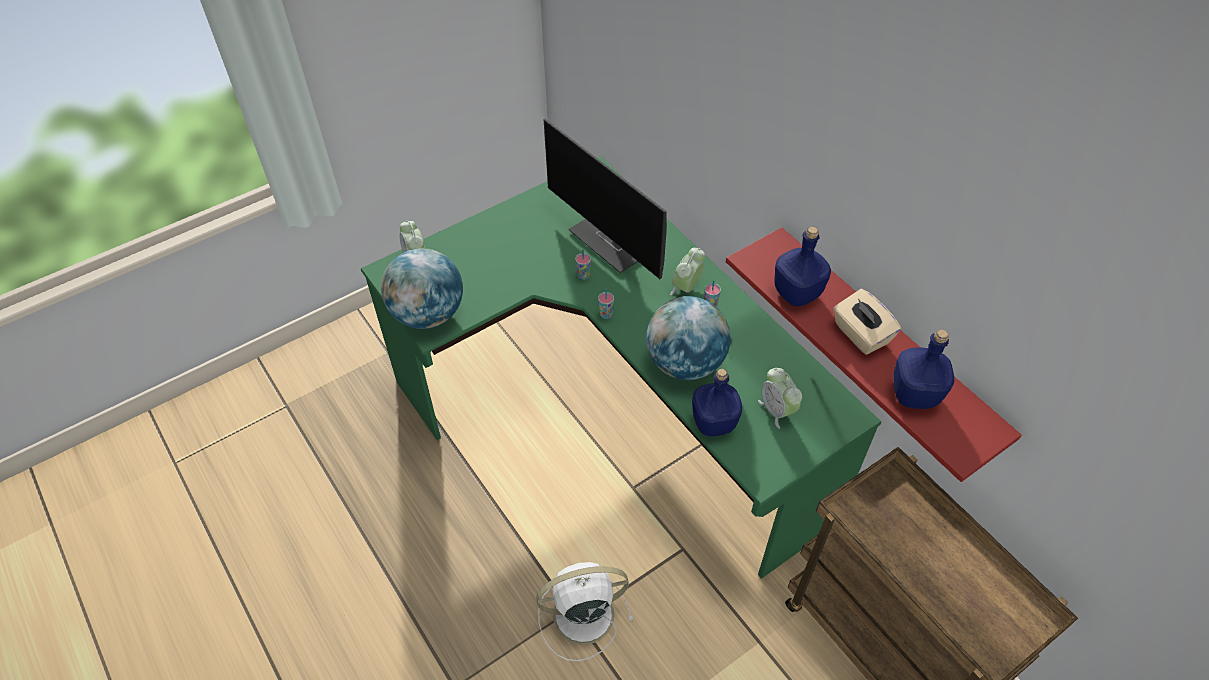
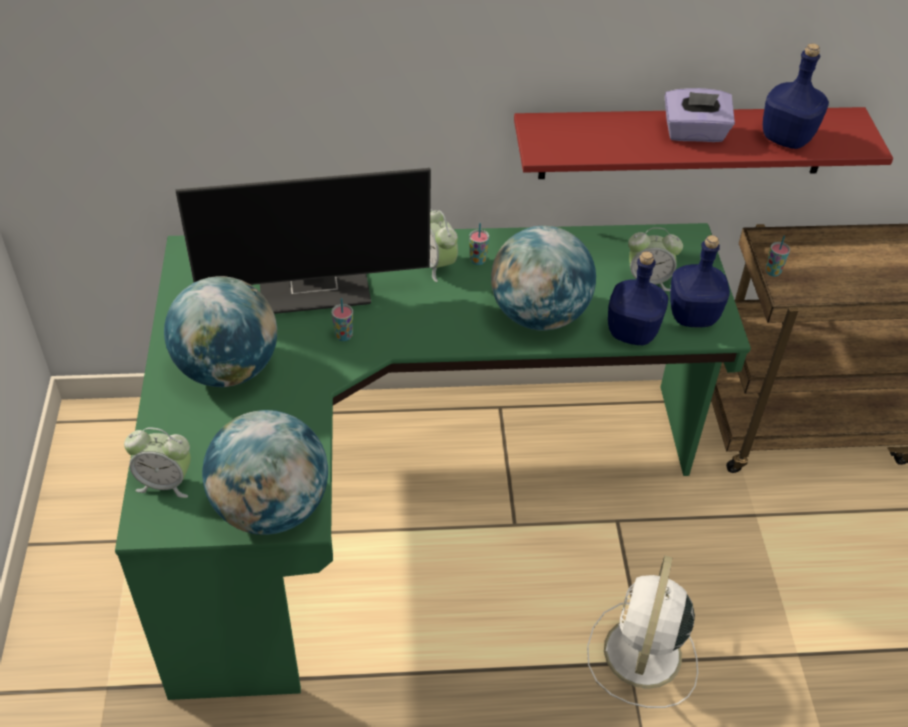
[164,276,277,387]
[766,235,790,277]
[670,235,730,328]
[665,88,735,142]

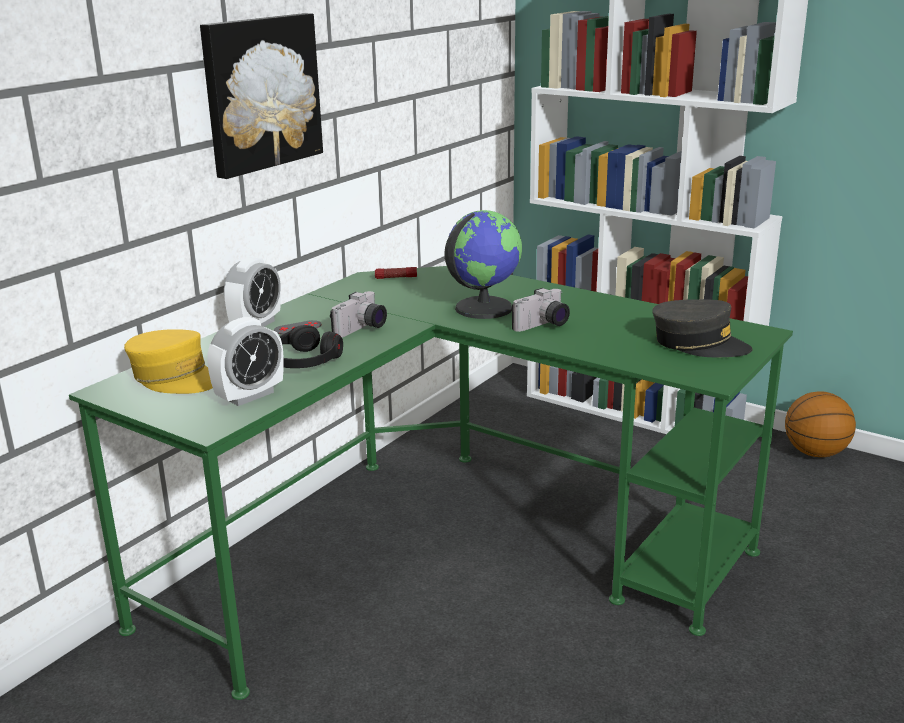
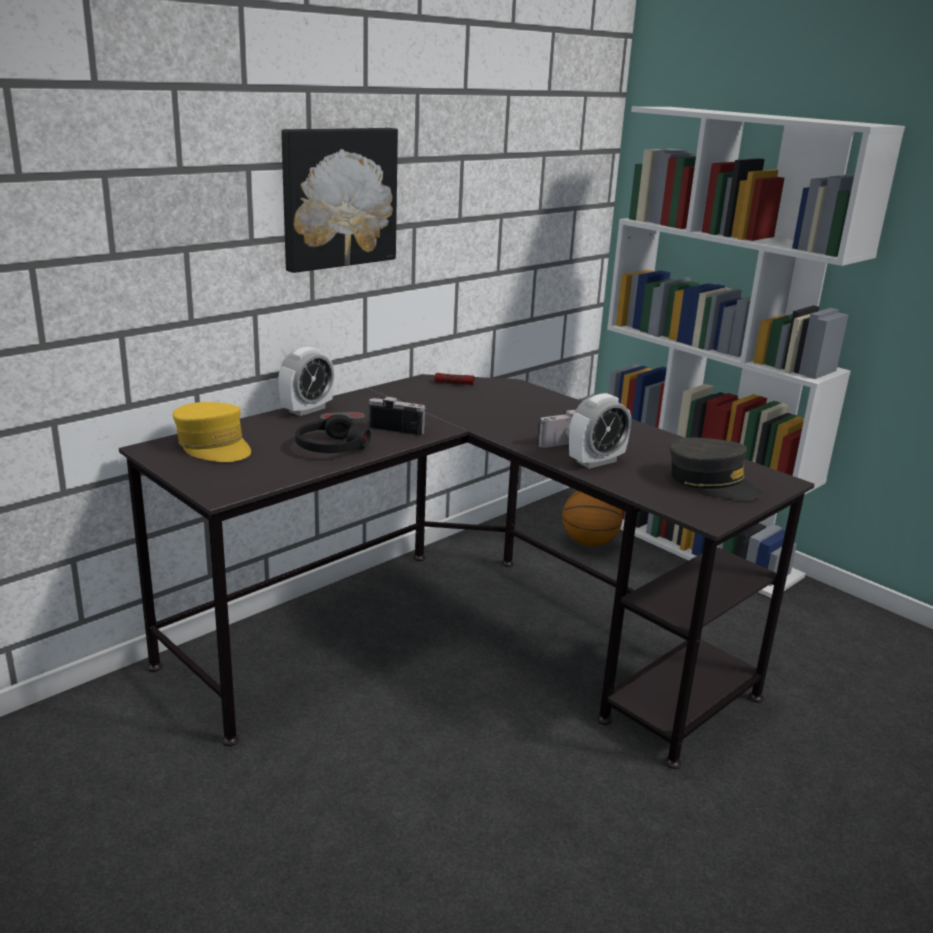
[444,210,522,319] (first image)
[569,393,631,469]
[562,491,623,547]
[119,374,815,769]
[369,397,426,435]

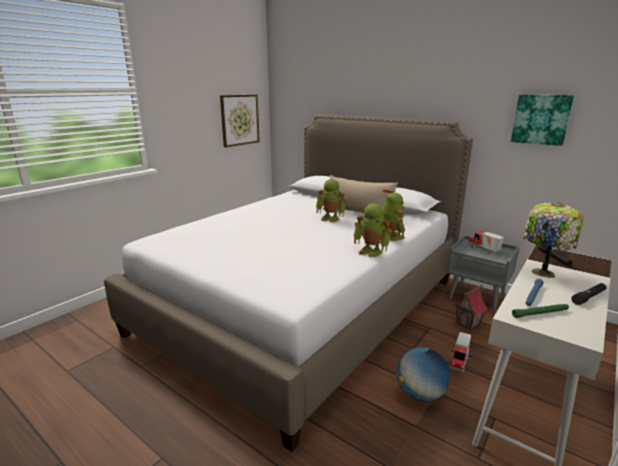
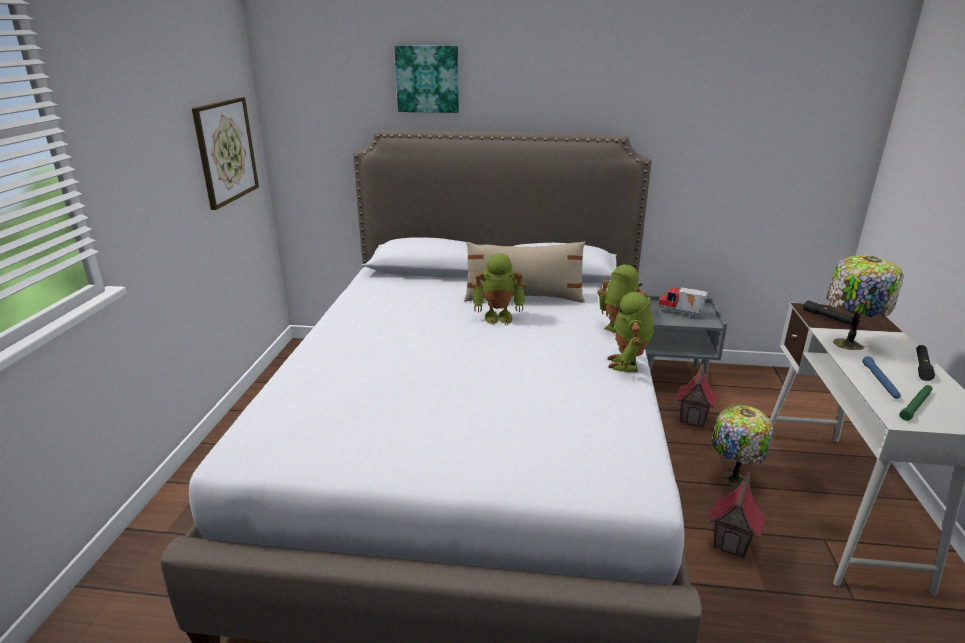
[394,45,459,113]
[709,472,766,558]
[711,405,774,487]
[607,292,654,372]

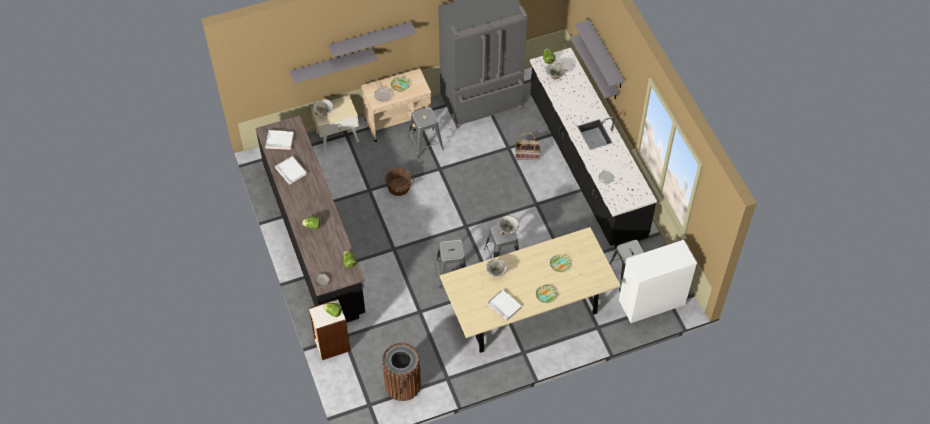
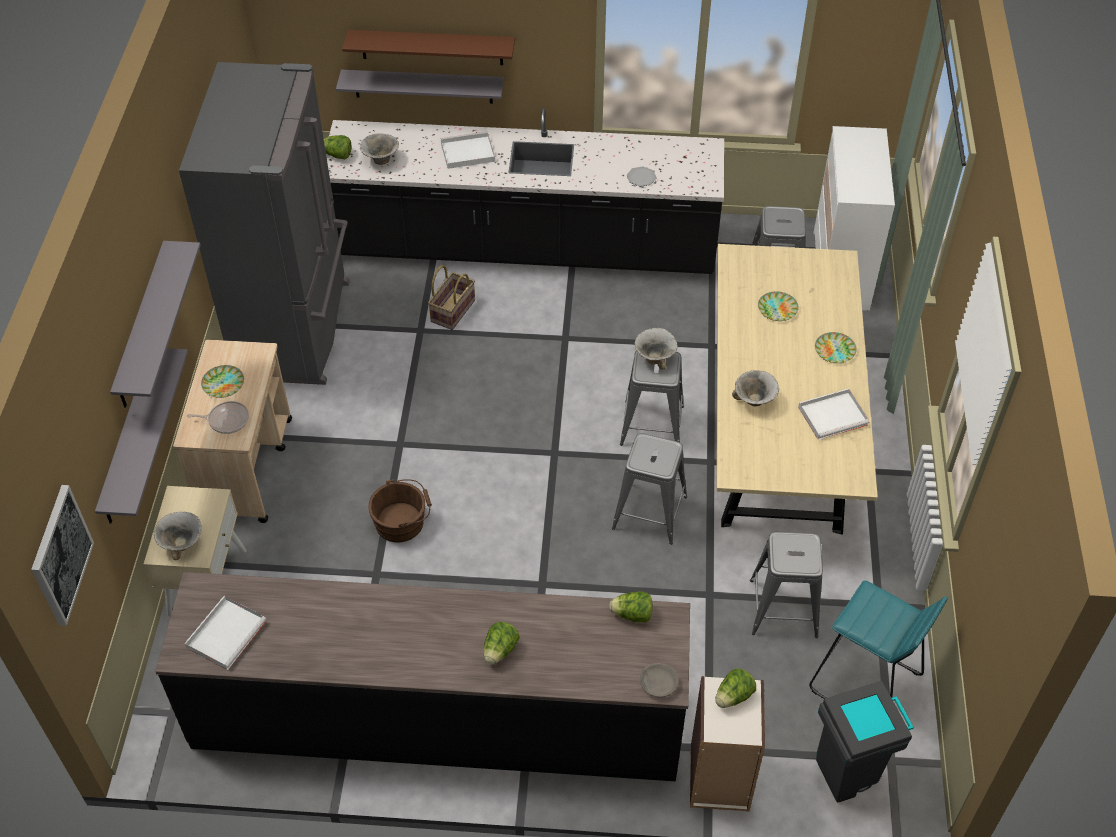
[31,485,94,626]
[816,681,914,802]
[441,132,495,169]
[750,532,823,638]
[809,581,948,699]
[342,30,515,65]

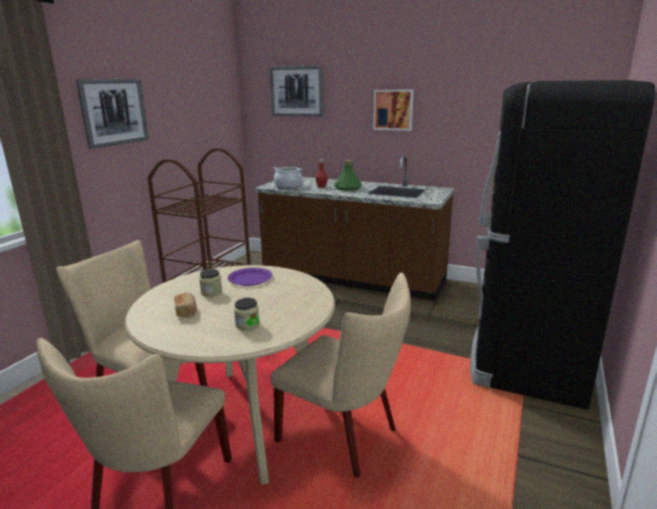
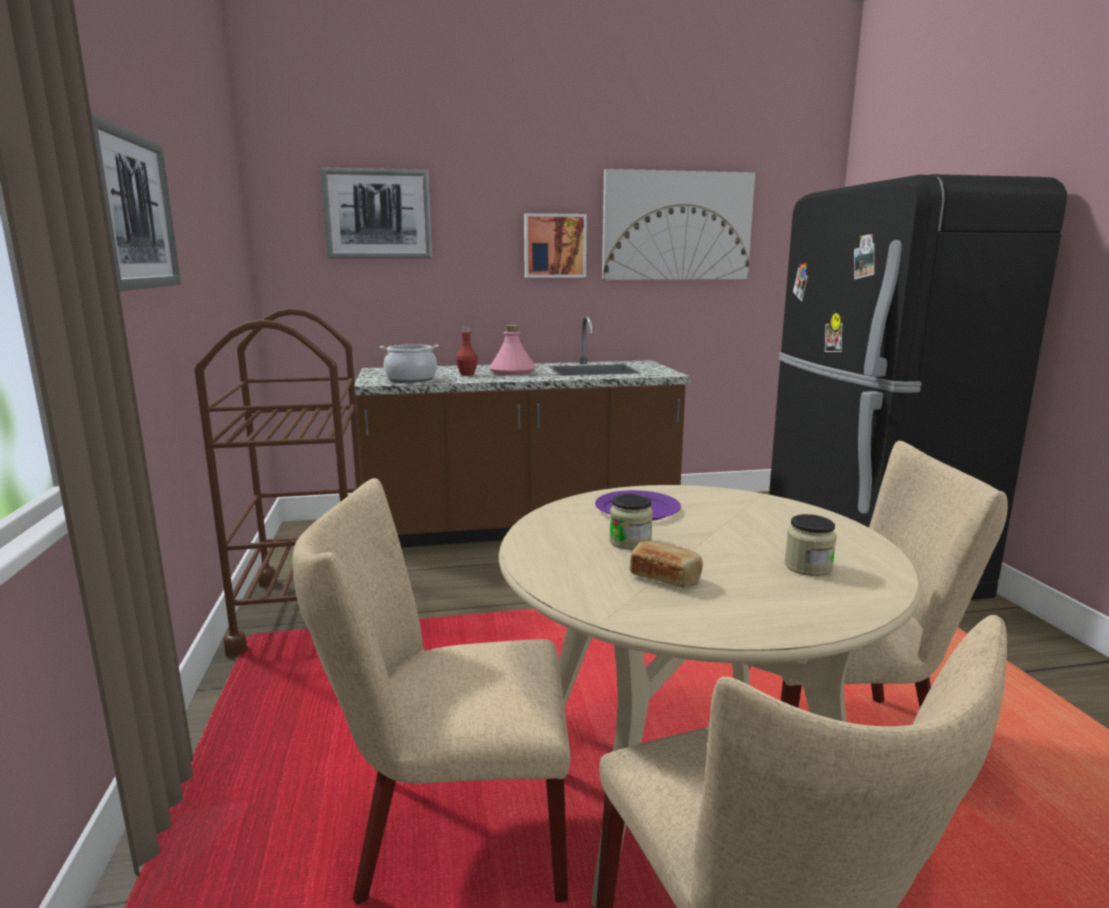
[602,169,755,280]
[489,325,536,375]

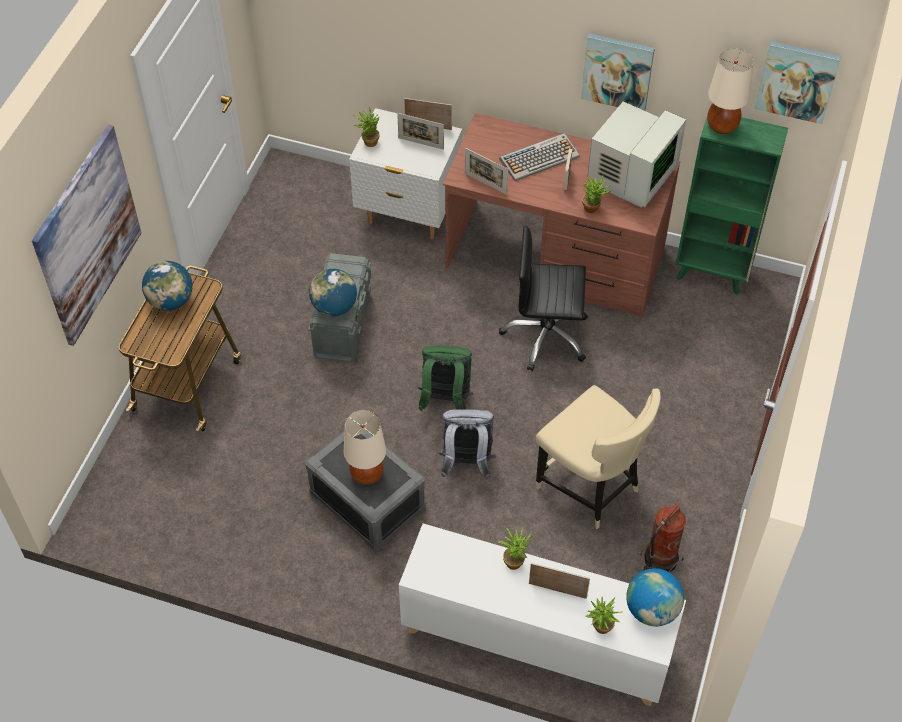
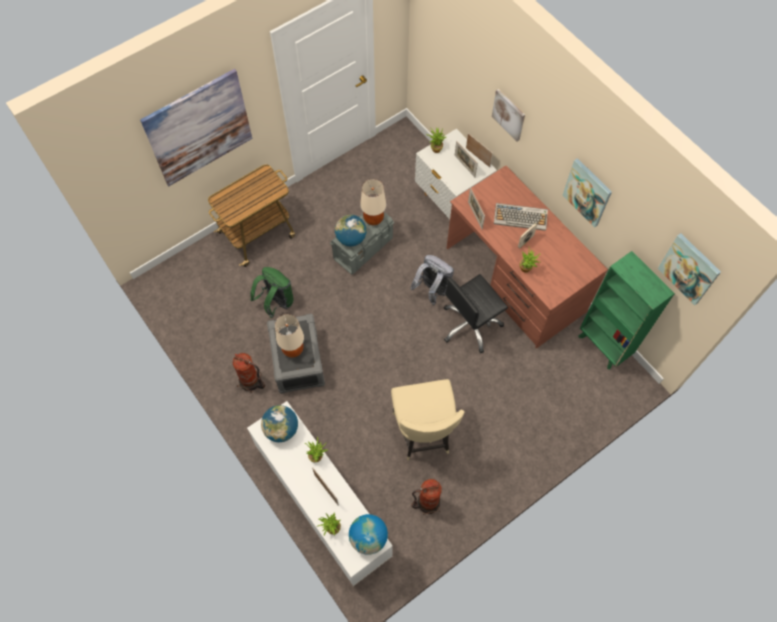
[588,101,686,208] (first image)
[232,353,265,393]
[492,89,525,142]
[261,405,298,442]
[250,267,293,318]
[410,255,454,305]
[360,179,386,225]
[444,274,508,353]

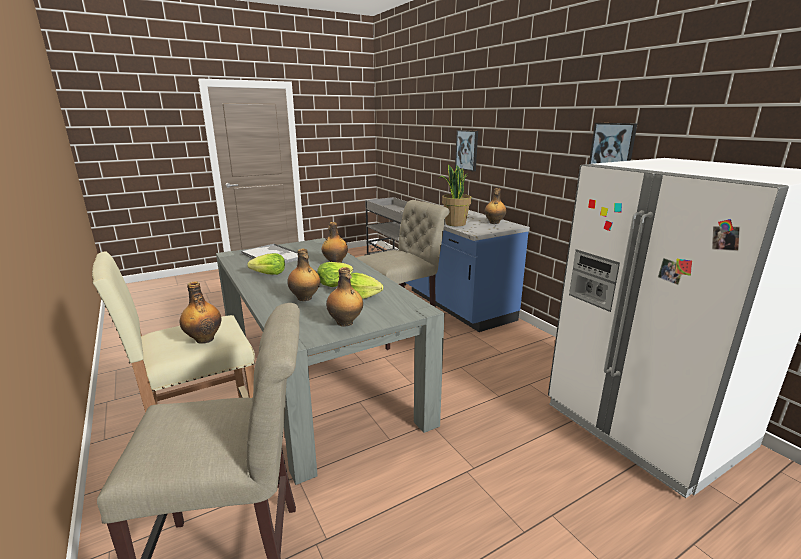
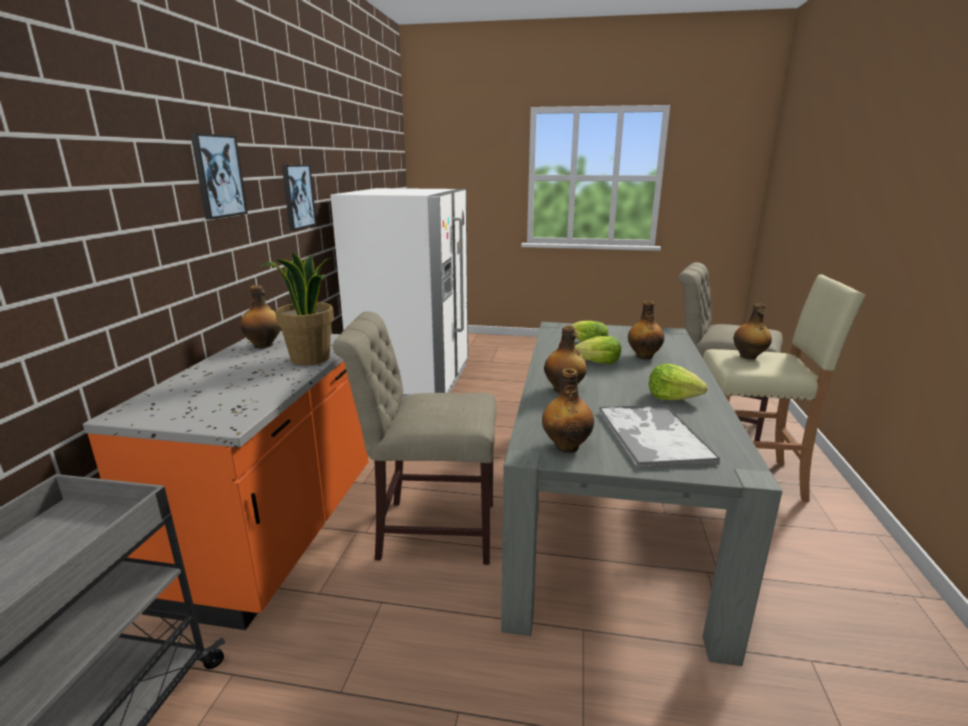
[542,368,594,453]
[190,133,248,220]
[83,331,368,630]

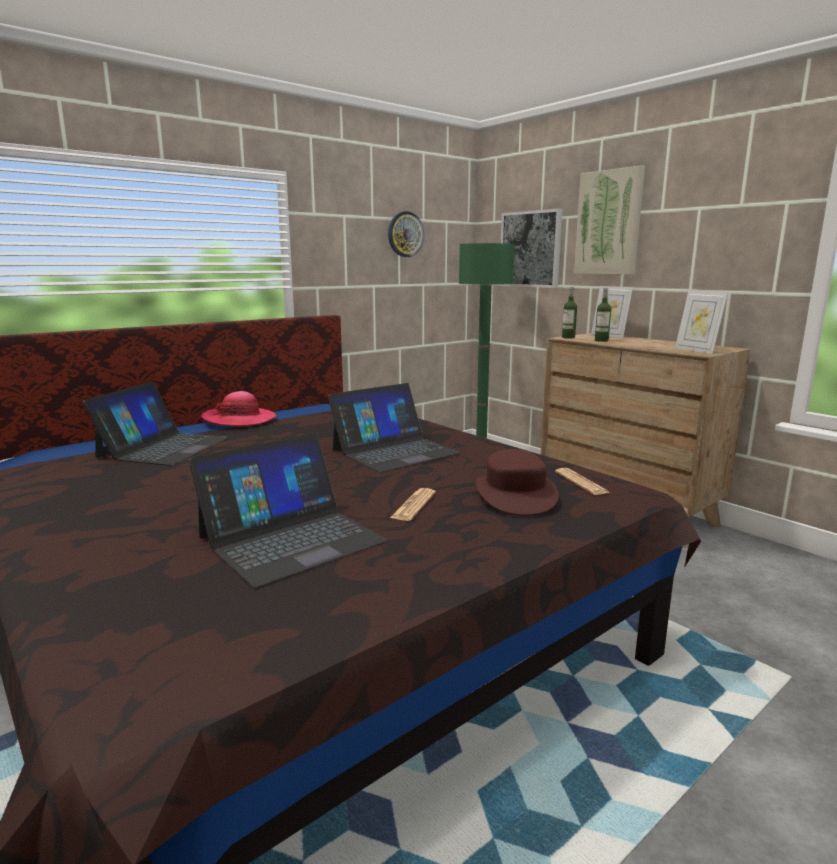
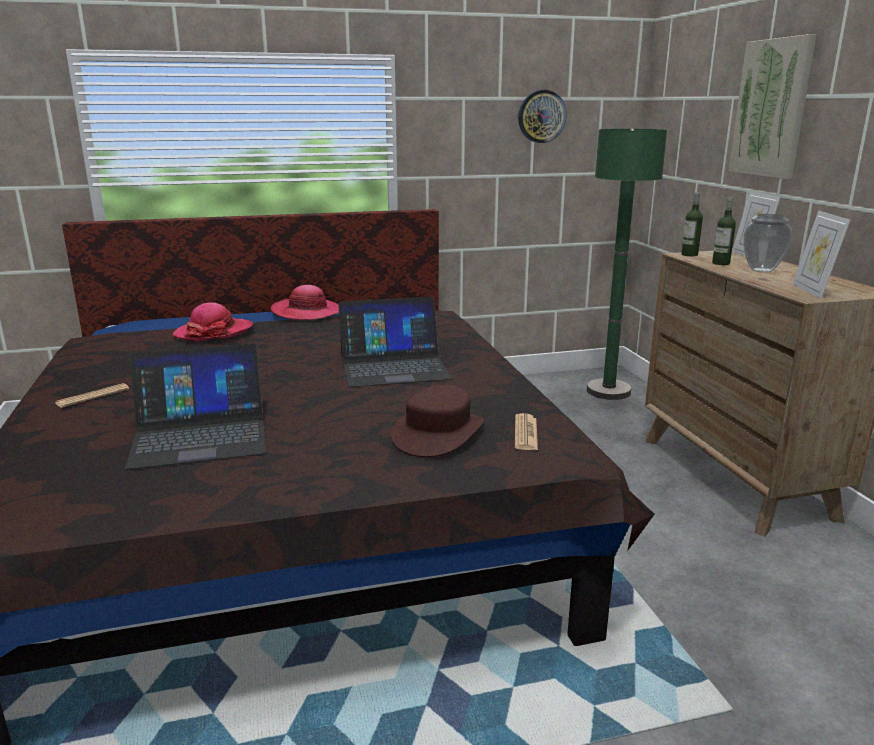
[499,208,562,288] (first image)
[744,214,792,273]
[55,383,129,408]
[173,302,253,342]

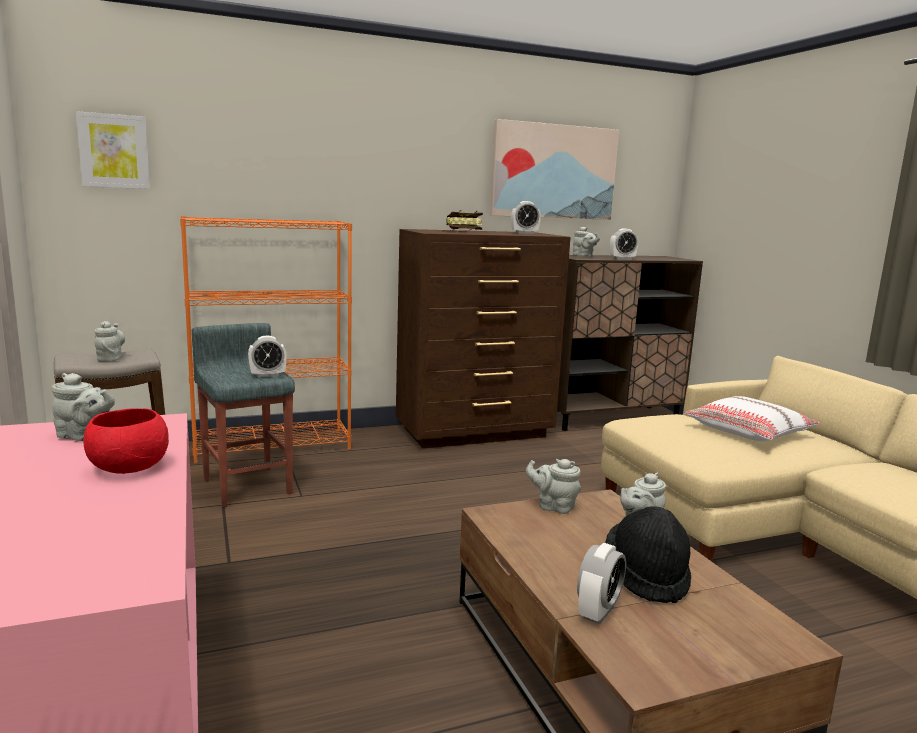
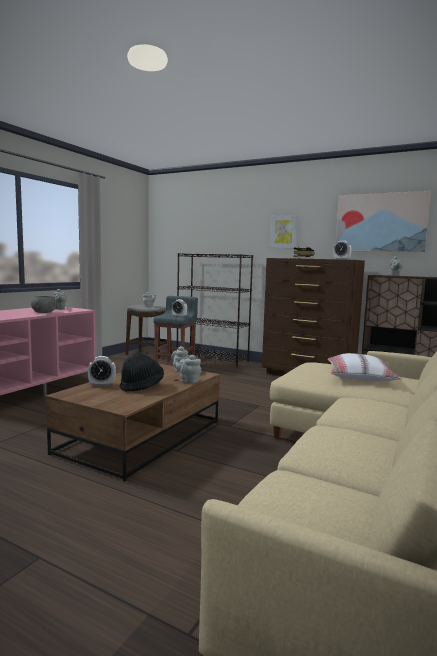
[610,229,638,260] (first image)
[270,215,298,248]
[31,296,56,313]
[177,253,253,367]

